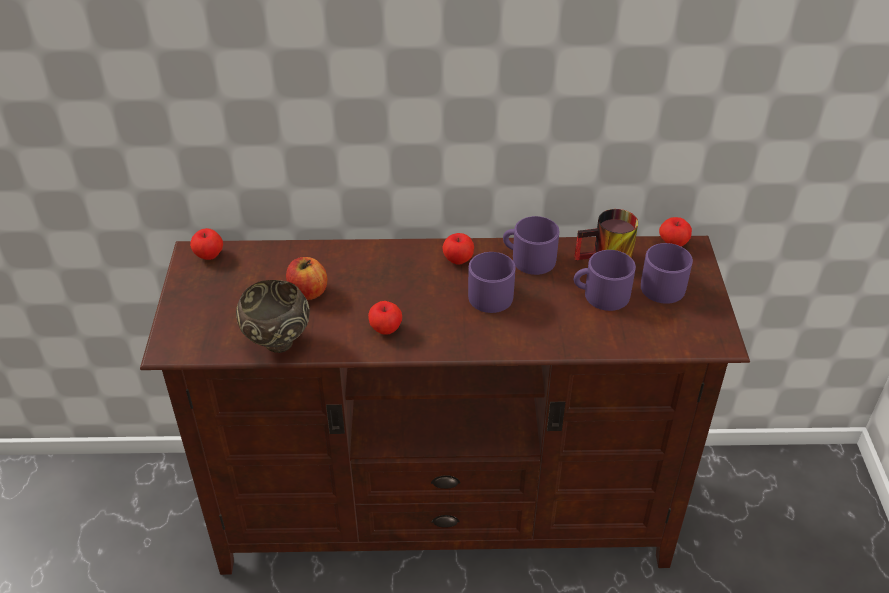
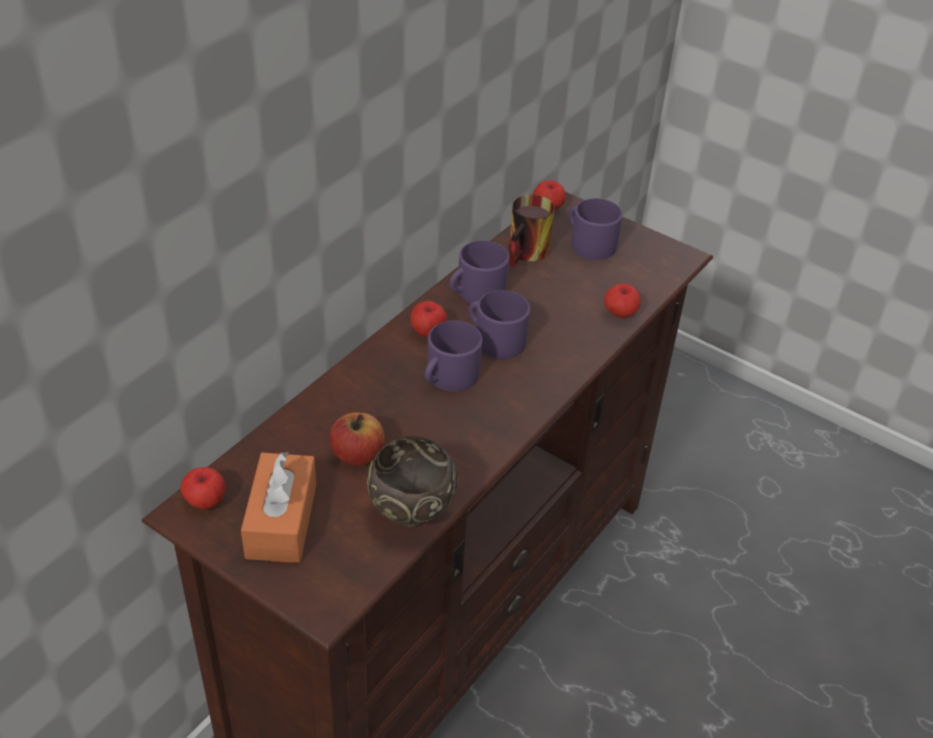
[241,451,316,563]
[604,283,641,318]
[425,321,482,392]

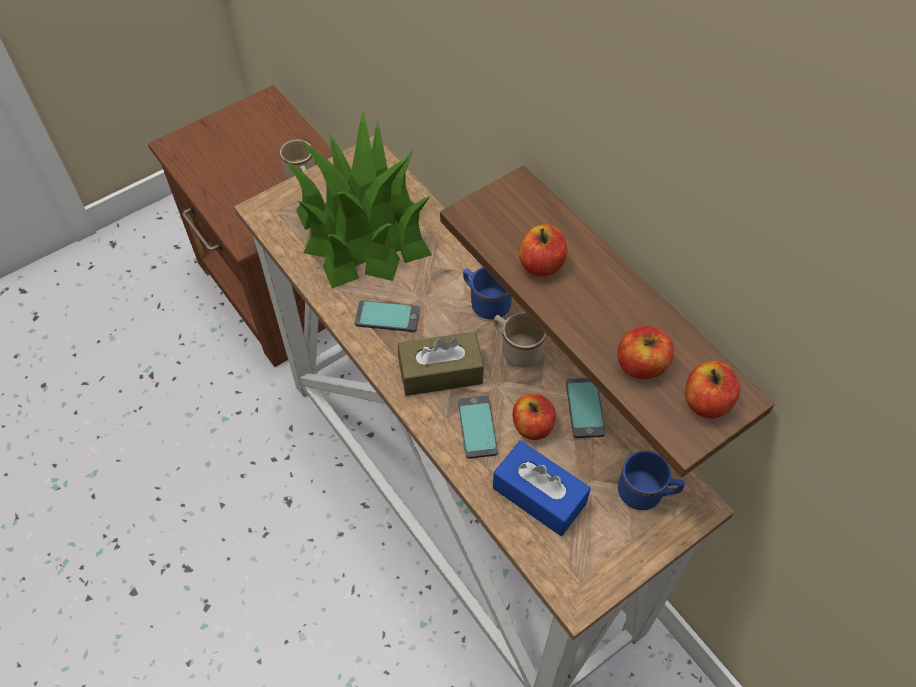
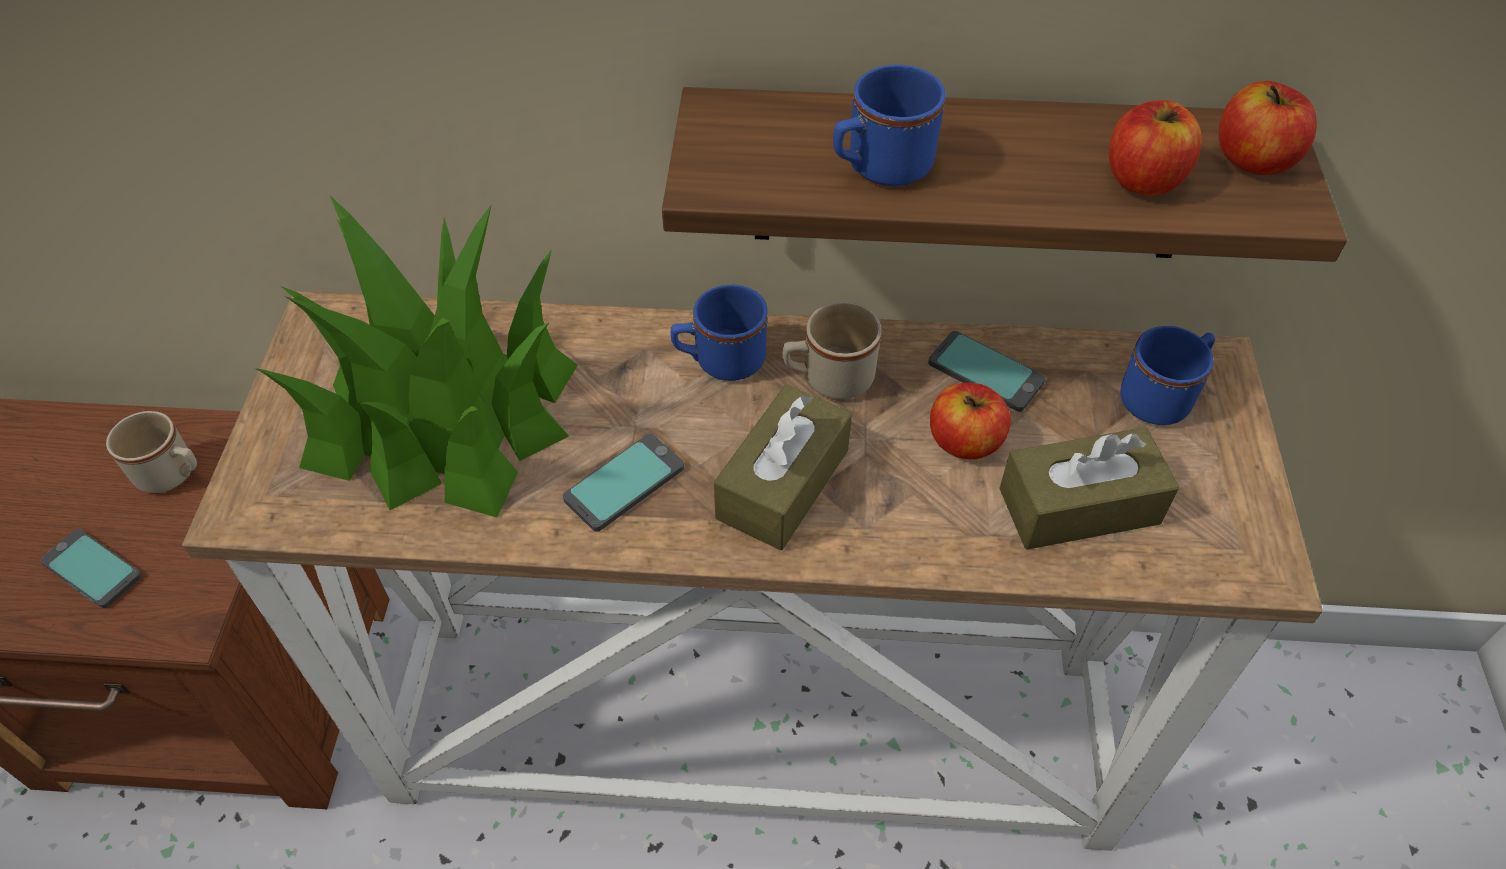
[40,529,142,608]
[833,65,946,186]
[999,427,1179,550]

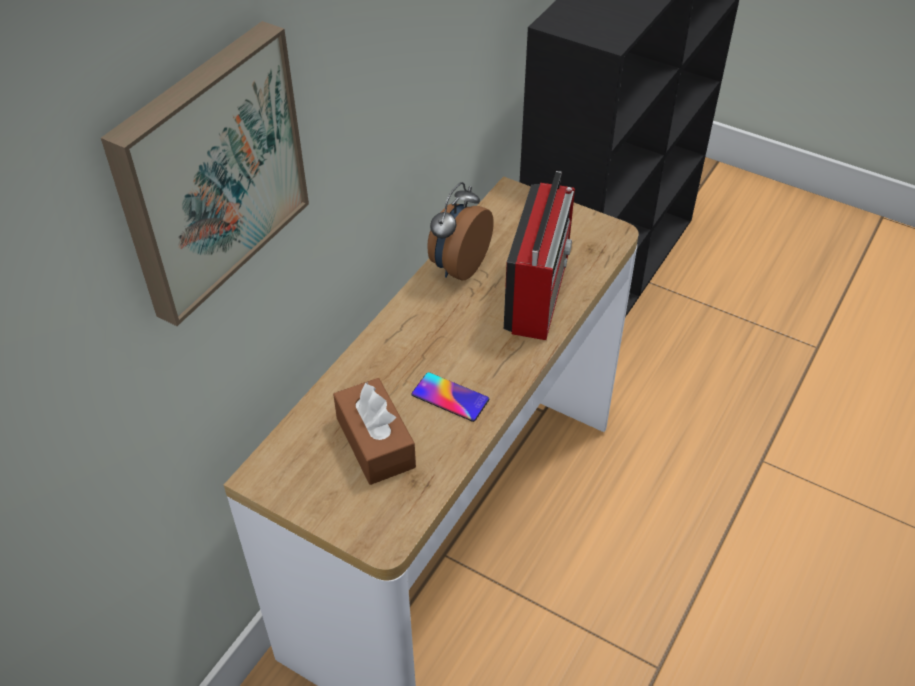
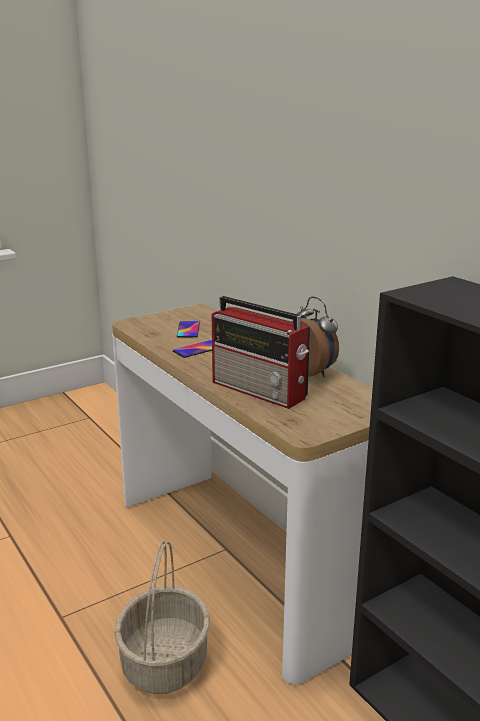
[101,21,309,326] (first image)
[114,541,210,694]
[177,321,200,337]

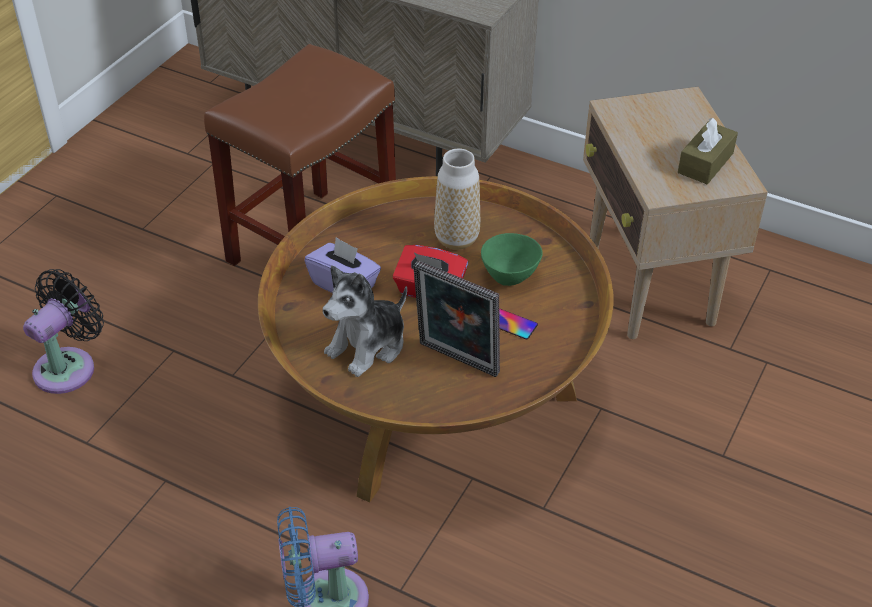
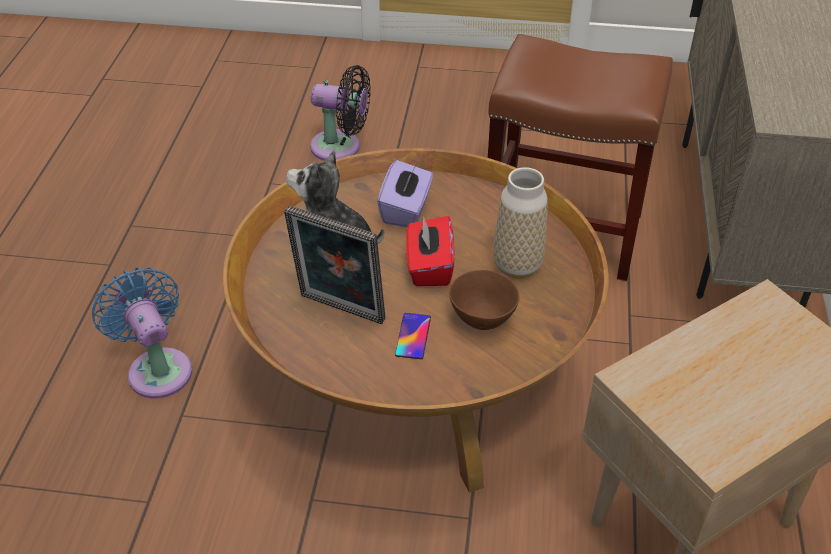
[678,118,738,184] (first image)
[449,270,520,330]
[284,206,386,324]

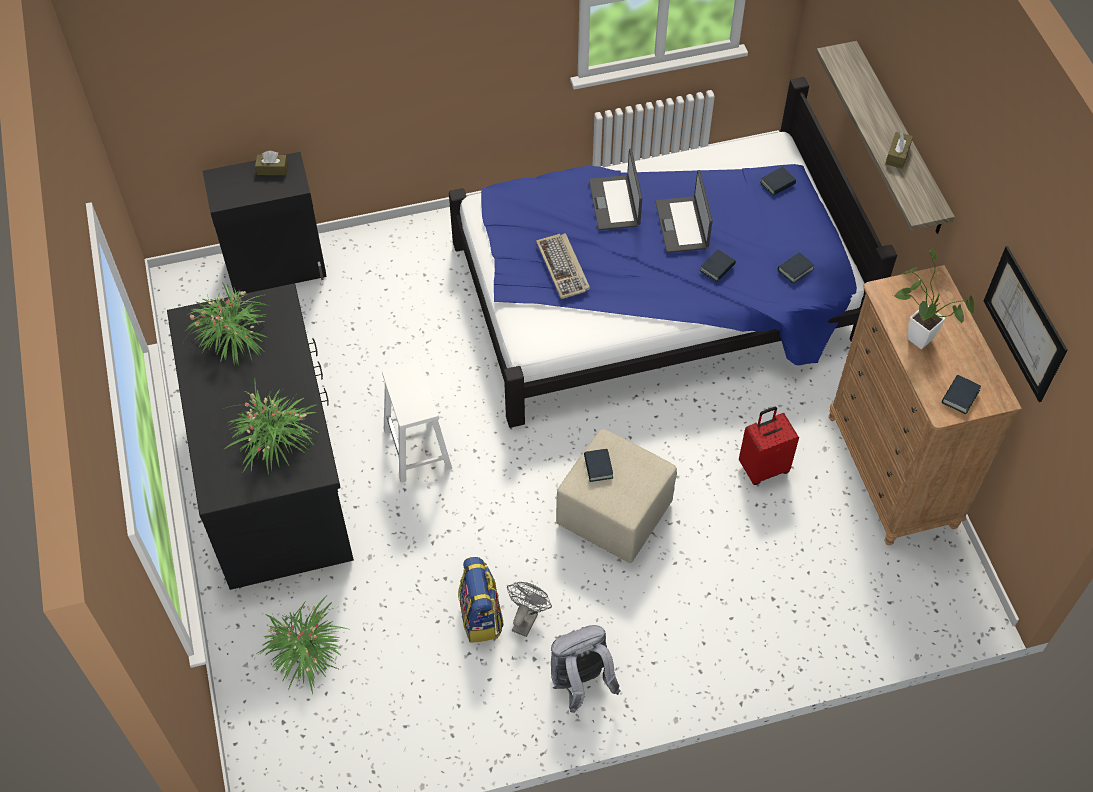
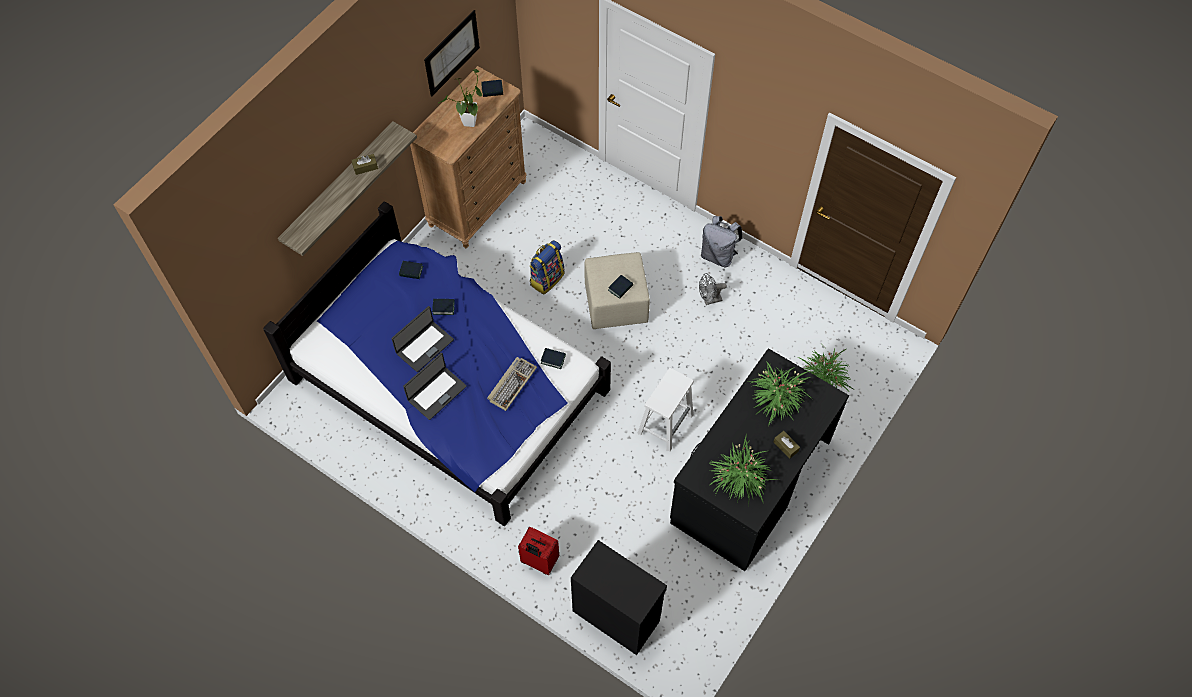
[773,431,800,459]
[530,240,565,294]
[518,527,559,575]
[541,348,566,369]

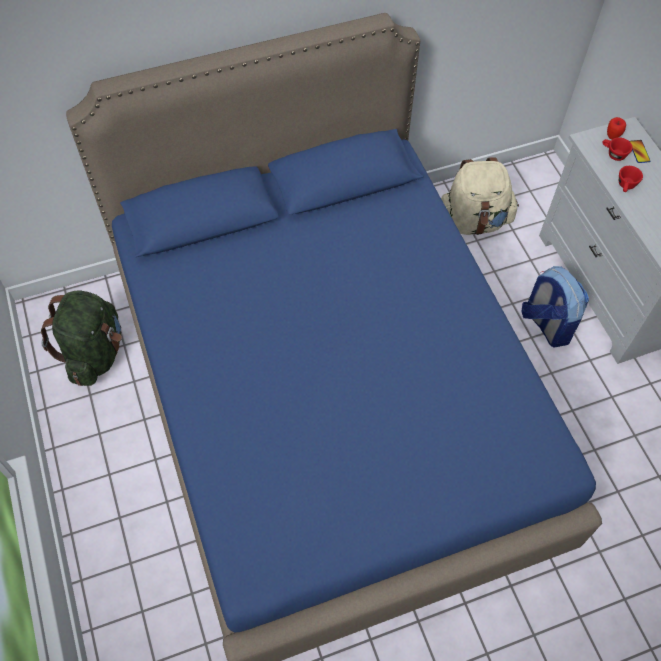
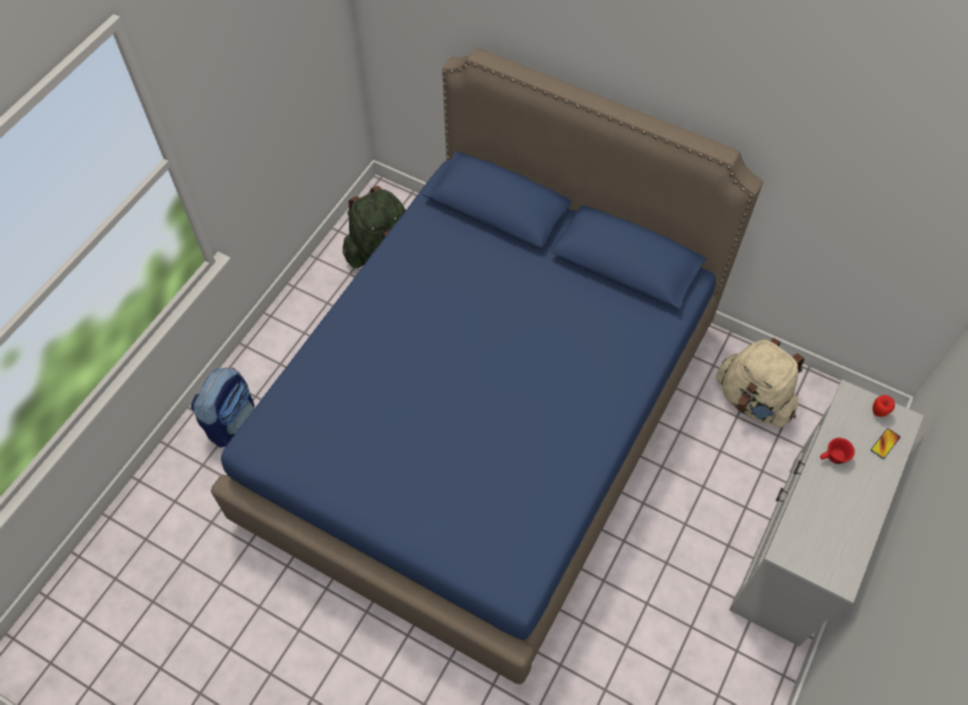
[602,137,633,161] (first image)
[191,367,255,448]

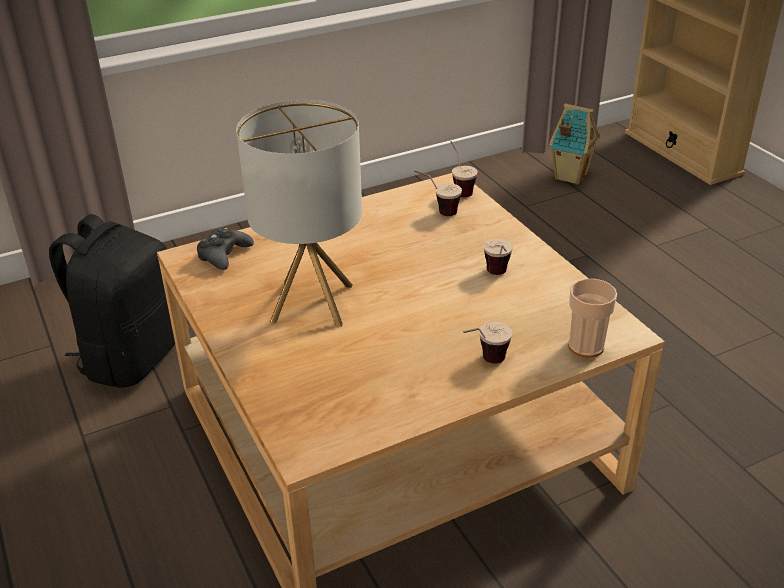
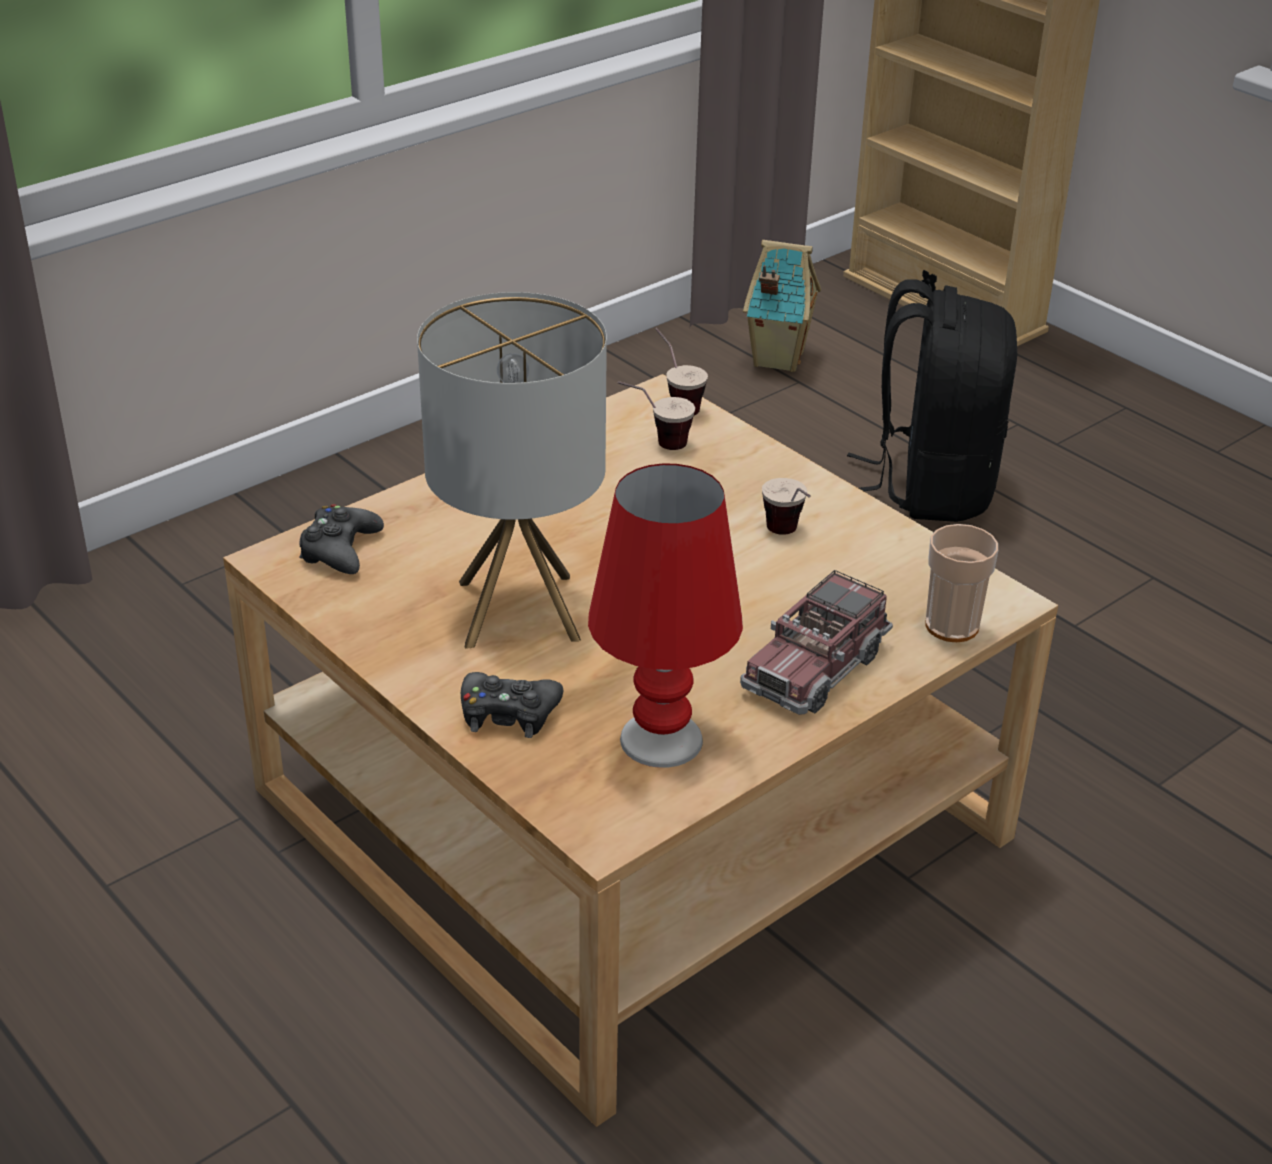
[461,672,563,738]
[588,463,743,768]
[847,279,1017,522]
[740,570,893,715]

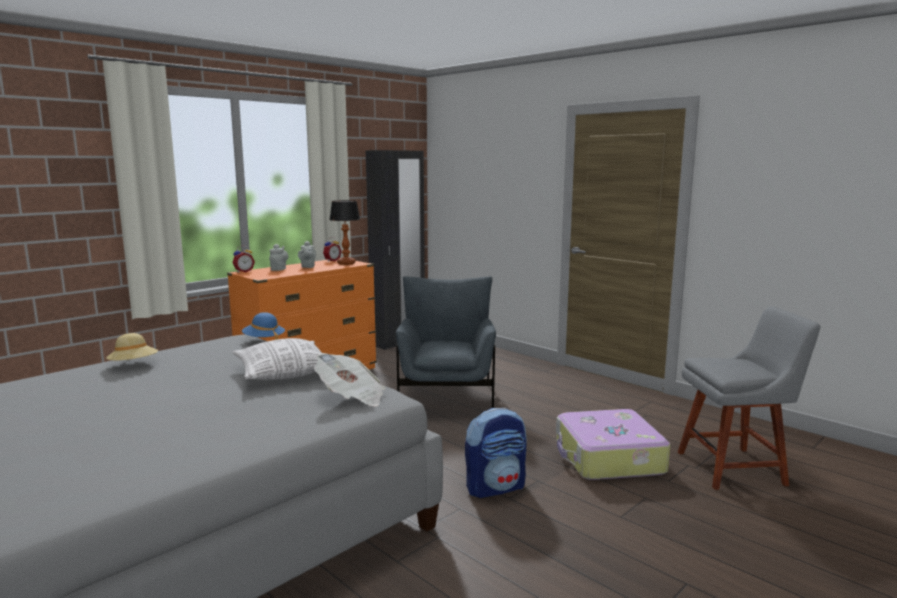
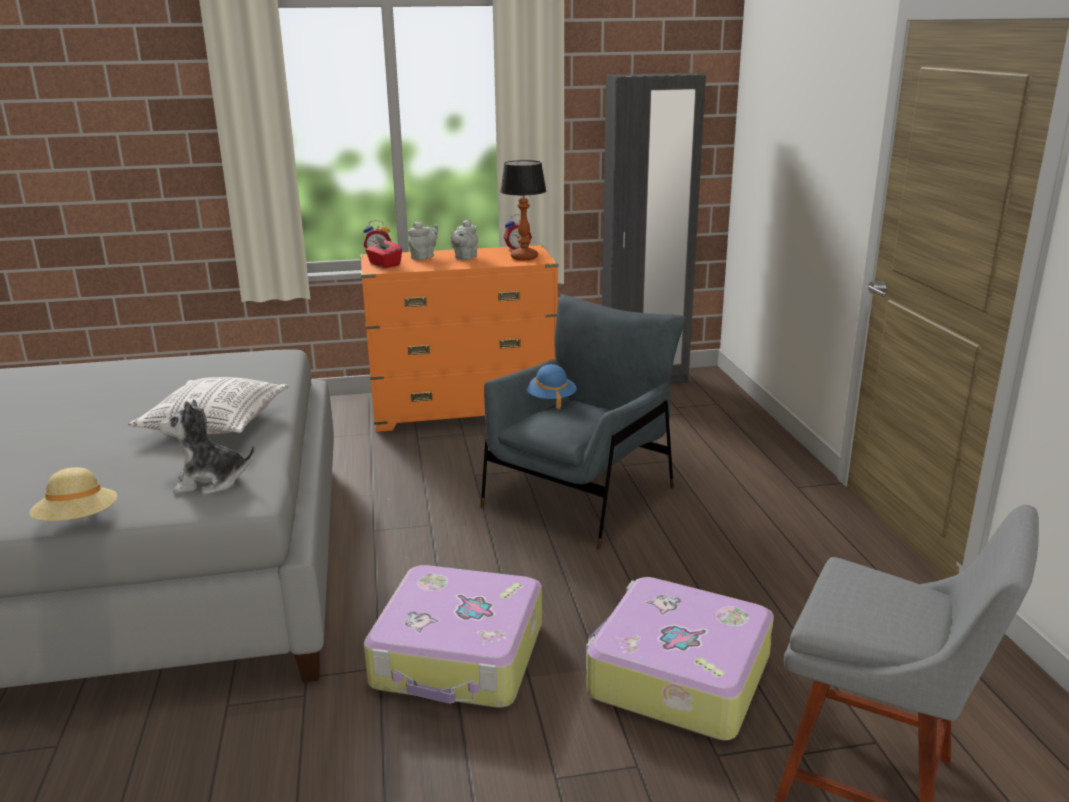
[365,237,402,268]
[29,467,117,521]
[526,364,577,409]
[159,400,255,495]
[364,565,542,707]

